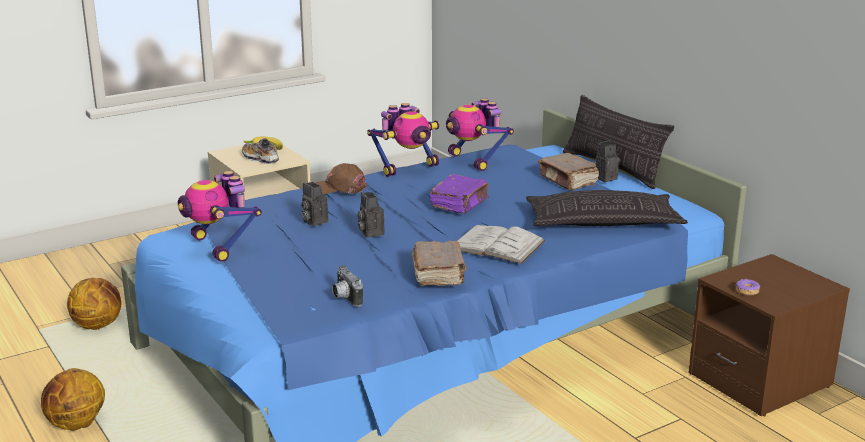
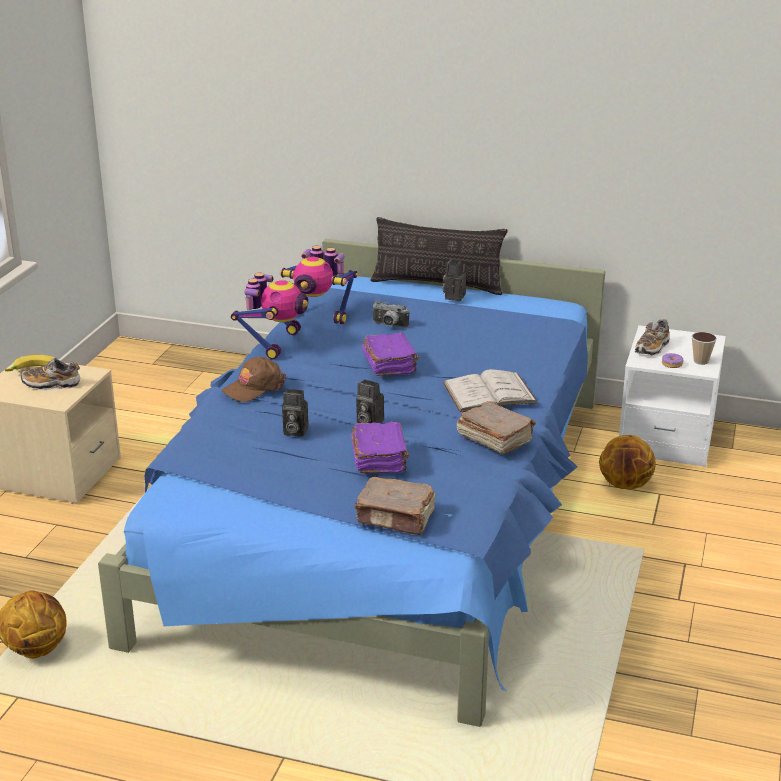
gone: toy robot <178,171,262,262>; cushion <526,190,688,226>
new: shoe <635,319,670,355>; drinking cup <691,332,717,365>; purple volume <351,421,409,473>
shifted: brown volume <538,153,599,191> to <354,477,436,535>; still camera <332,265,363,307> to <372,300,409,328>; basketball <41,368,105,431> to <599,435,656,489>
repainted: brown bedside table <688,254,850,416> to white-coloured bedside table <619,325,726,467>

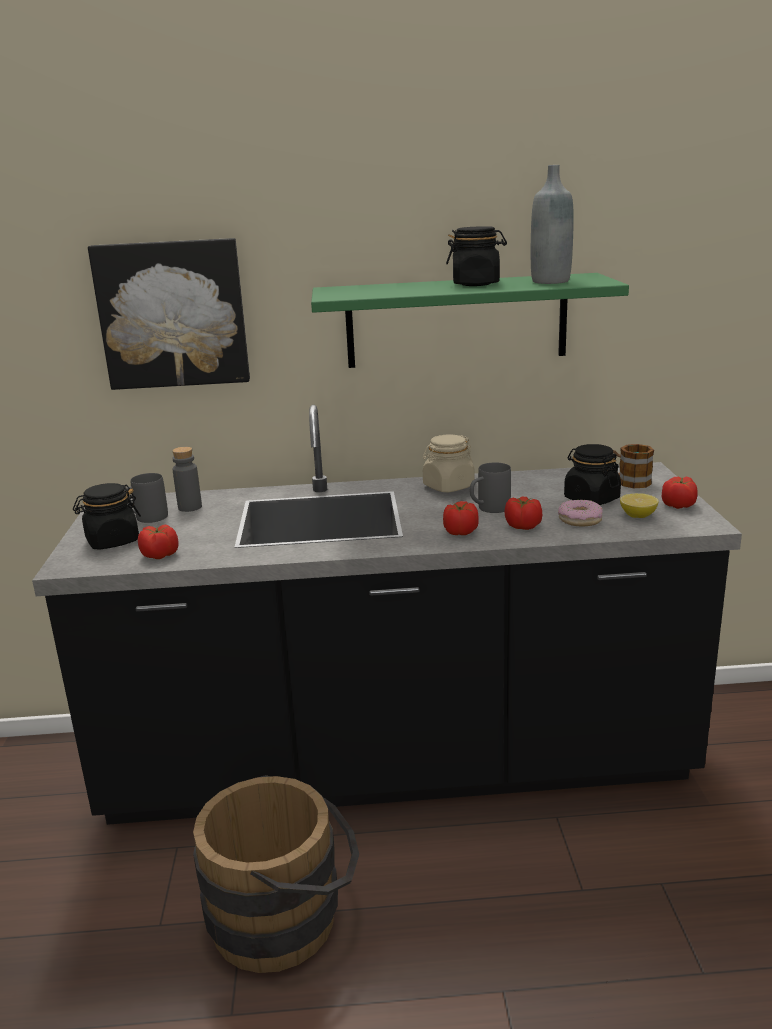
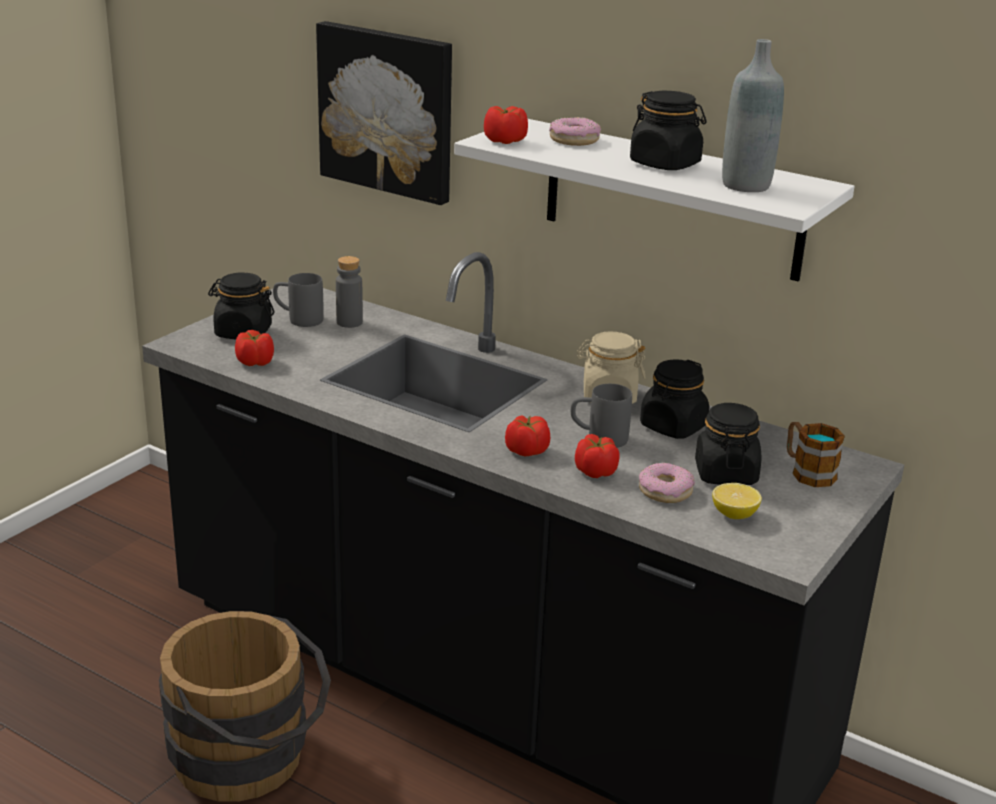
new: doughnut <549,117,601,146>; black-coloured jar <640,359,709,439>
shifted: fresh tomato <662,477,698,509> to <484,106,528,144>
repainted: greenish wall shelf <311,273,629,368> to white-coloured wall shelf <454,119,855,281>

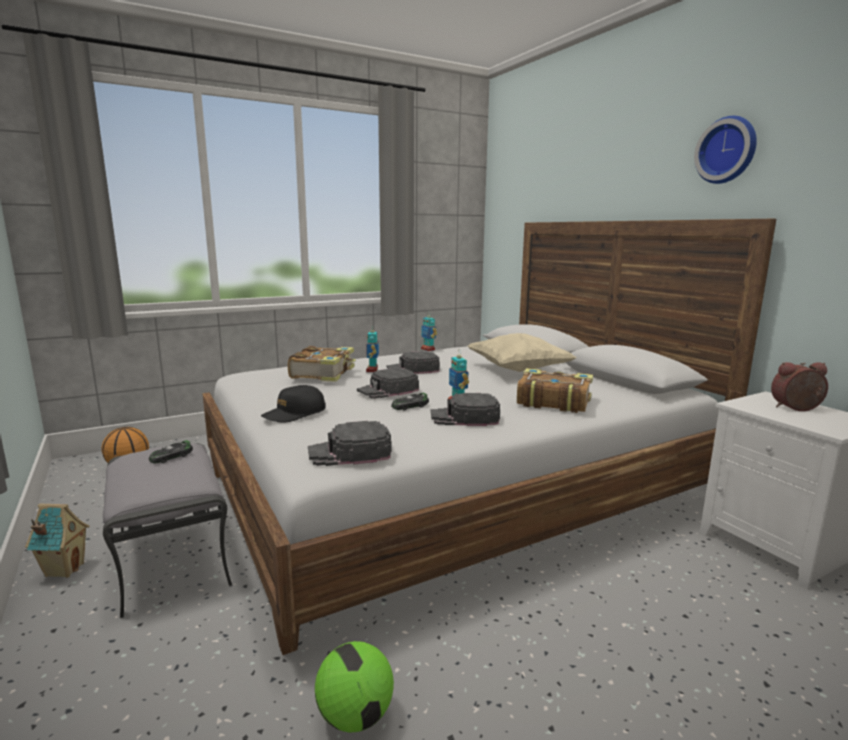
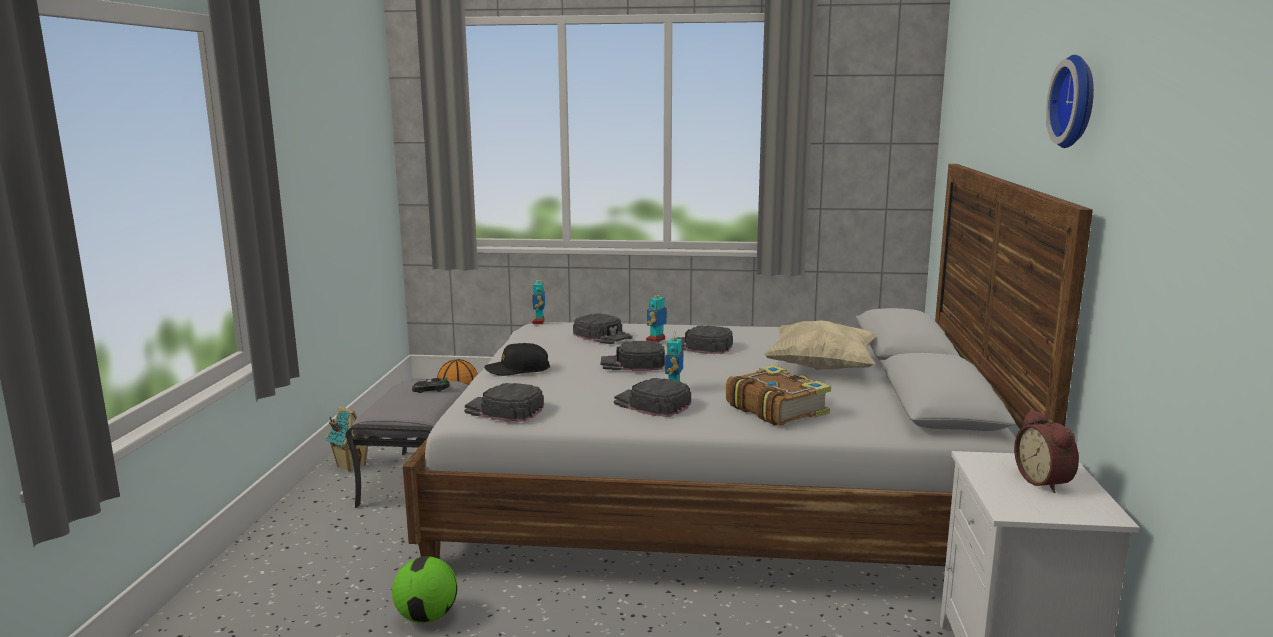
gone: toy car <391,393,429,411>
shifted: toy robot <421,315,437,351> to <532,277,545,324>
swapped: volume <288,346,356,382> to black-coloured peaked cap <573,313,632,344>
rotated: table clock <771,362,828,411> = <1014,410,1079,493> 135 degrees counterclockwise

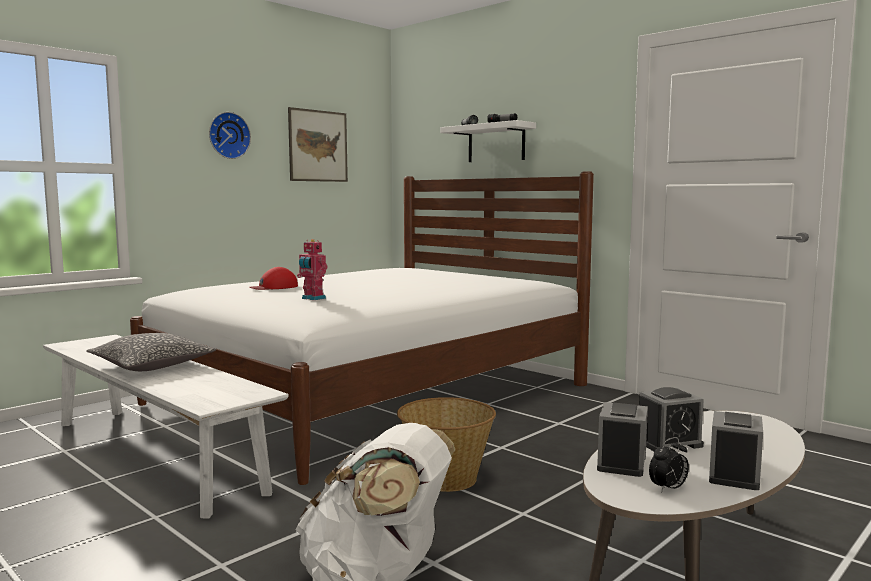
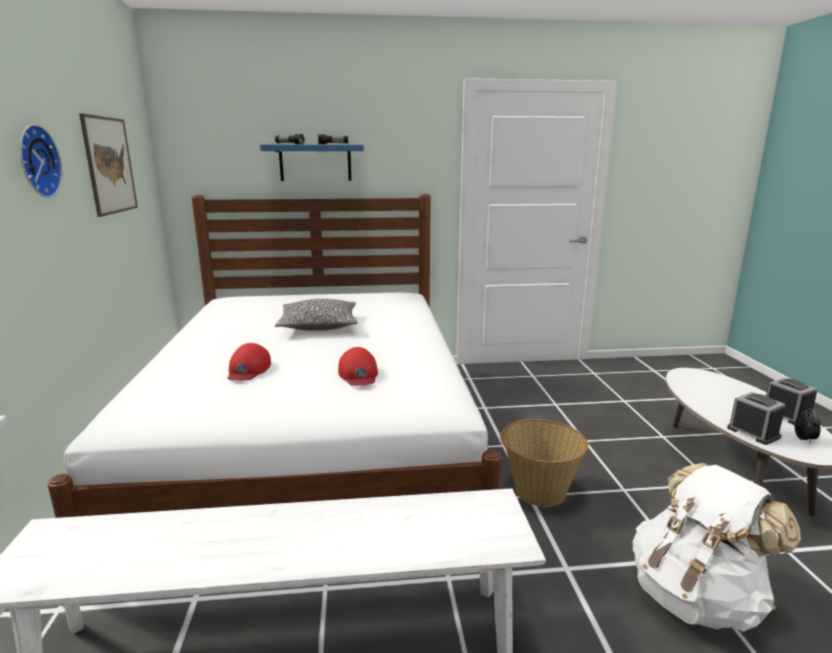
gone: table clock <639,387,704,451>
shifted: cushion <86,333,217,371> to <275,299,358,331>
swapped: toy robot <297,239,327,300> to reddish peaked cap <338,347,378,386>
repainted: white-coloured wall shelf <440,120,536,162> to bluish wall shelf <260,144,364,181>

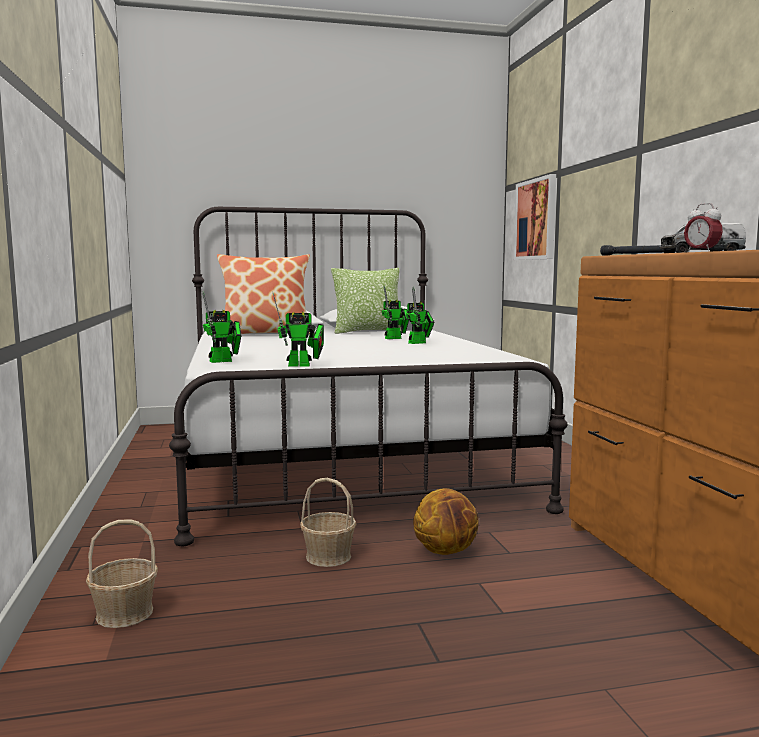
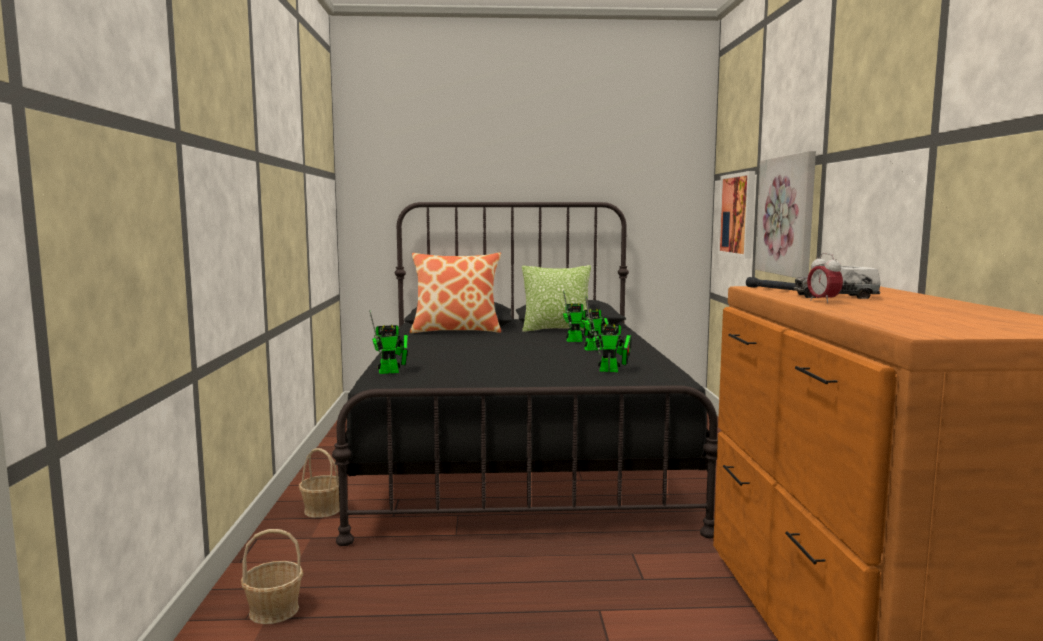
gone: basketball <413,488,479,555>
new: wall picture <755,151,816,278>
shifted: toy robot <273,293,324,367> to <590,310,631,372>; storage basket <300,478,356,567> to <299,448,340,518>
repainted: white-coloured bed <169,207,568,546> to black-coloured bed <332,202,718,546>

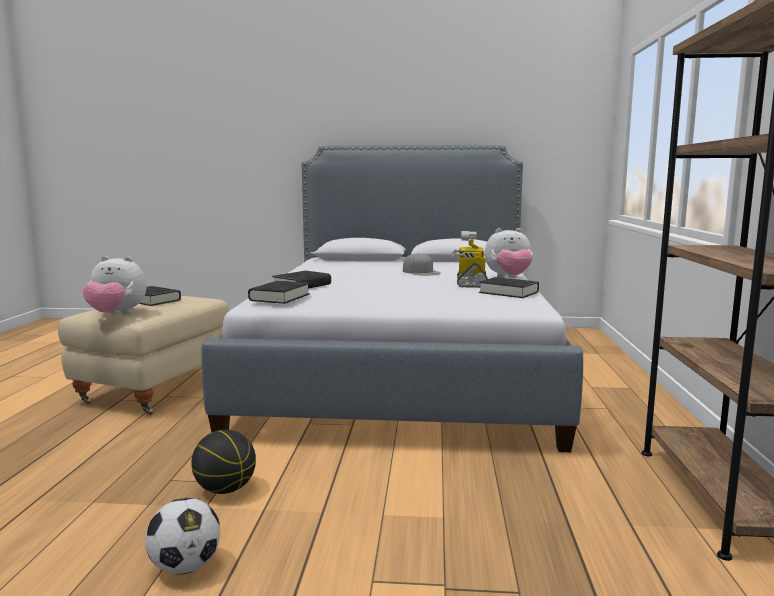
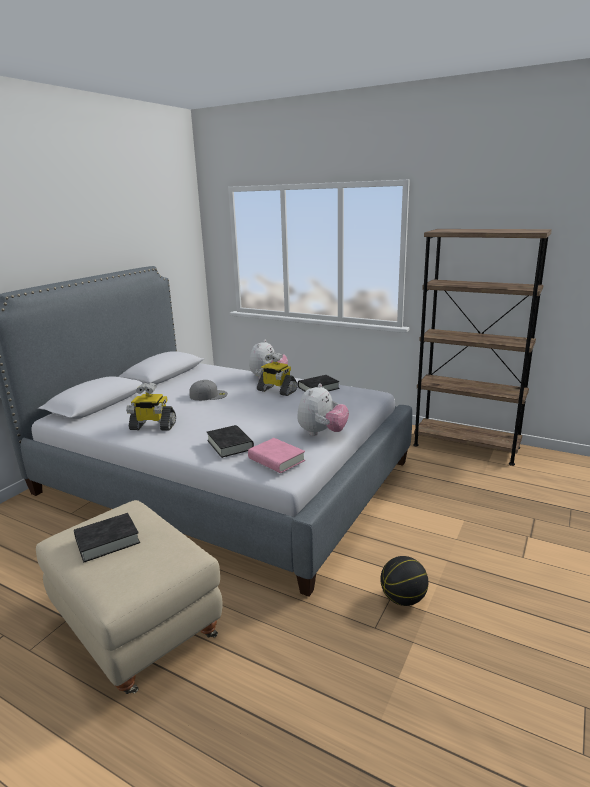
gone: football <145,498,220,575>
new: toy robot <126,382,176,430>
shifted: soft toy <82,256,146,314> to <297,383,349,436>
repainted: black-coloured volume <248,281,310,304> to pinkish volume <248,438,305,473>

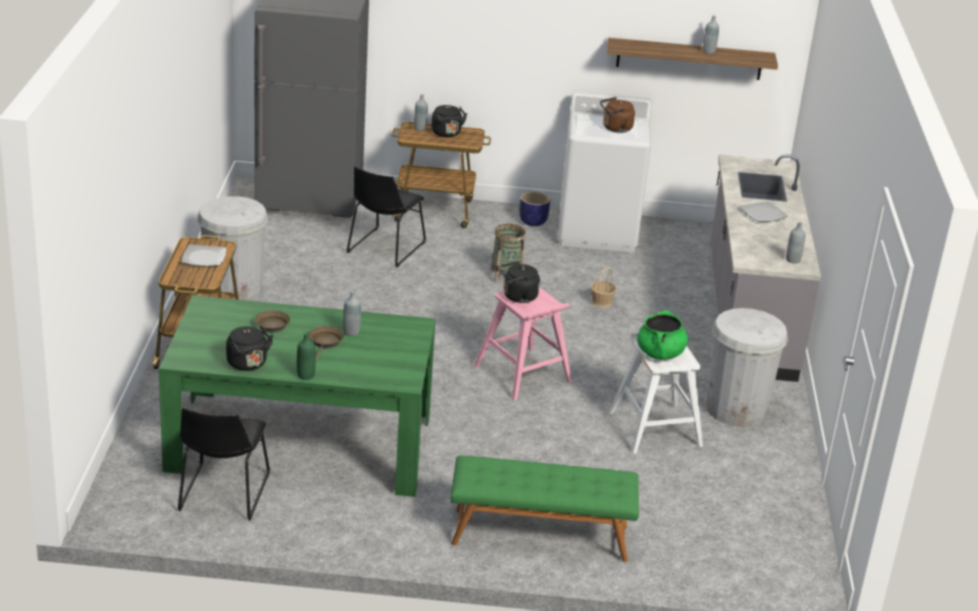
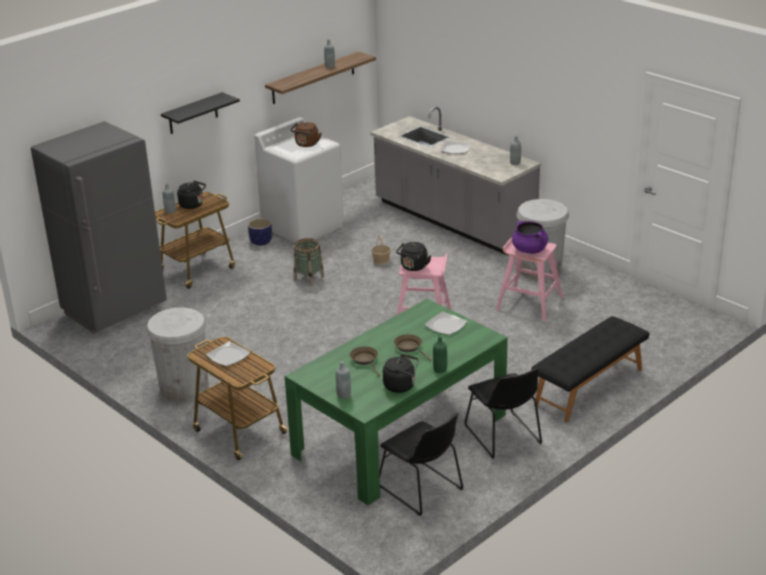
new: black-coloured wall shelf <161,92,240,134>; dinner plate <424,312,468,335>
shifted: black-coloured plain chair <347,167,426,267> to <464,368,542,459>; grey bottle <343,290,361,336> to <336,361,351,399>
repainted: greenish cooking pot <637,310,688,360> to purple cooking pot <512,221,548,254>; white-coloured sitting stool <609,332,703,454> to pinkish sitting stool <496,237,563,321>; greenish long seat <450,455,639,562> to black-coloured long seat <531,316,649,422>

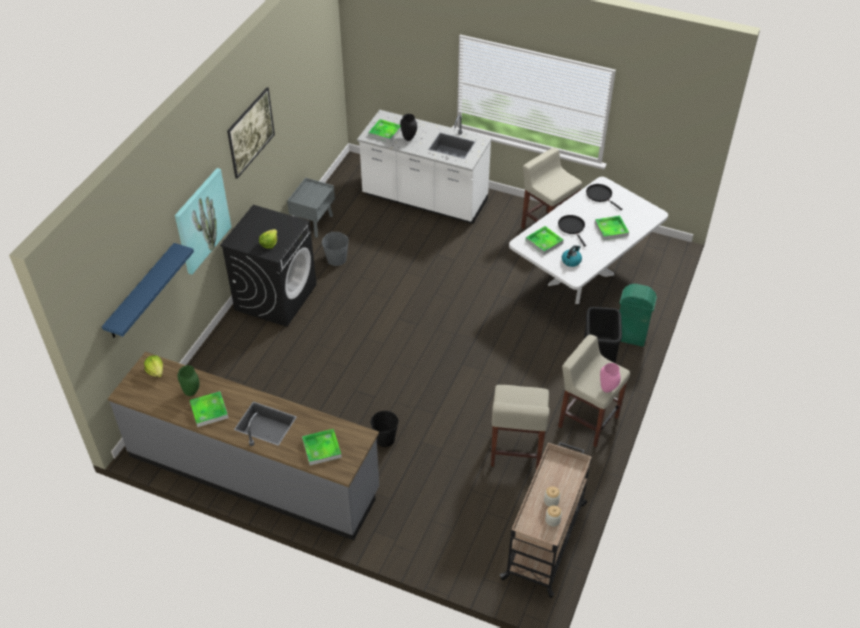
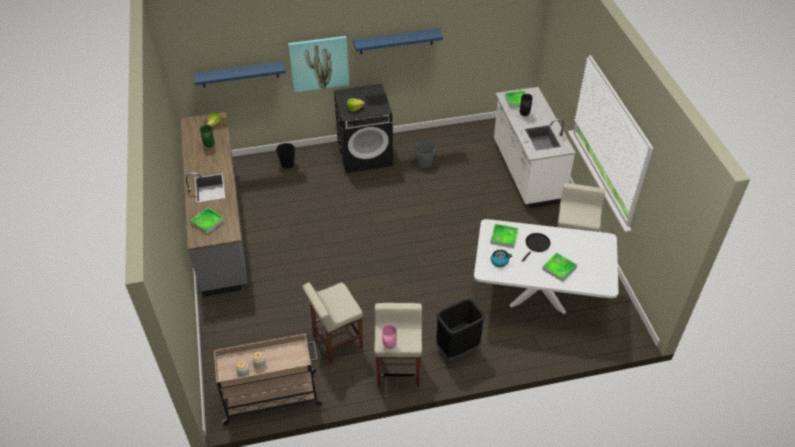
gone: grey bedside table <287,178,335,238>; black-coloured skillet <586,184,623,210>; greenish rubbish bin <619,284,657,347>; serving tray <190,391,228,427>
shifted: black-coloured bucket <370,411,399,447> to <276,143,295,169>
swapped: wall picture <227,87,275,179> to bluish wall shelf <353,29,443,54>

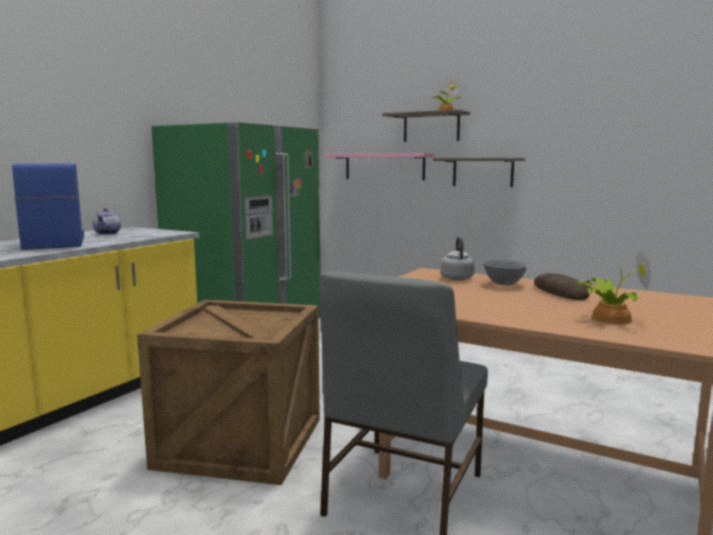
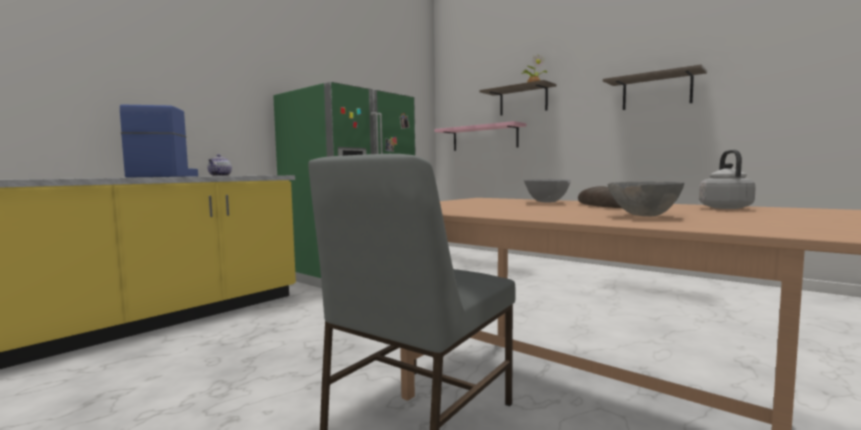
gone: packing crate <137,300,320,485>
shifted: wall shelf <433,158,525,187> to <603,64,707,110>; grey kettle <440,237,475,280> to <699,150,756,209>
swapped: plant in a pot <575,250,652,324> to grey bowl <607,181,684,217>

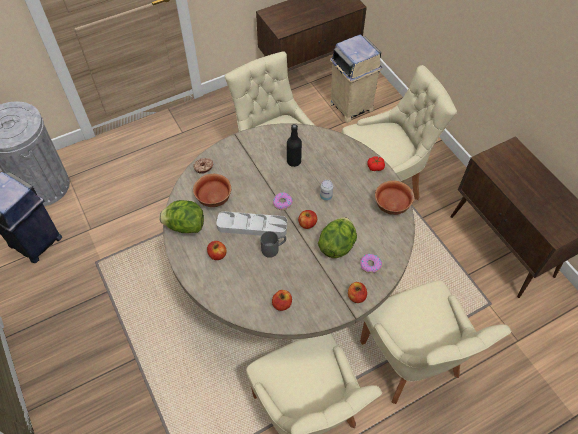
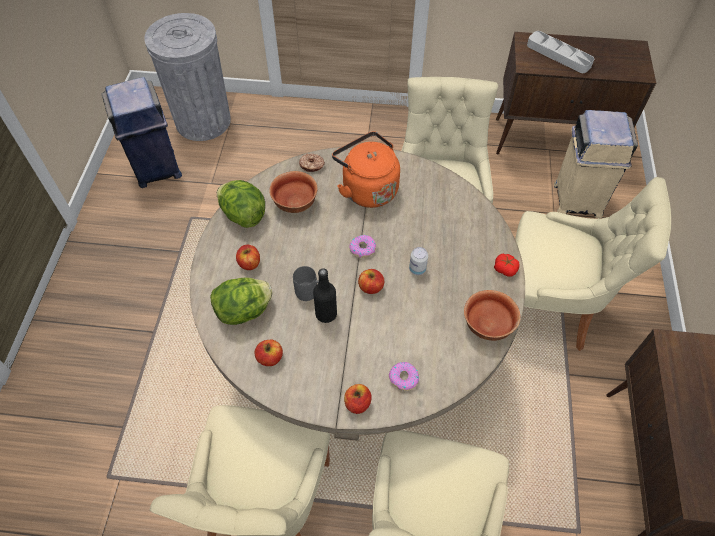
new: orange kettle <332,131,400,208>
shifted: black-coloured bottle <287,124,302,167> to <313,268,337,323>; grey serving tray <216,211,287,237> to <527,31,594,73>; head of lettuce <318,217,357,258> to <210,278,273,325>

